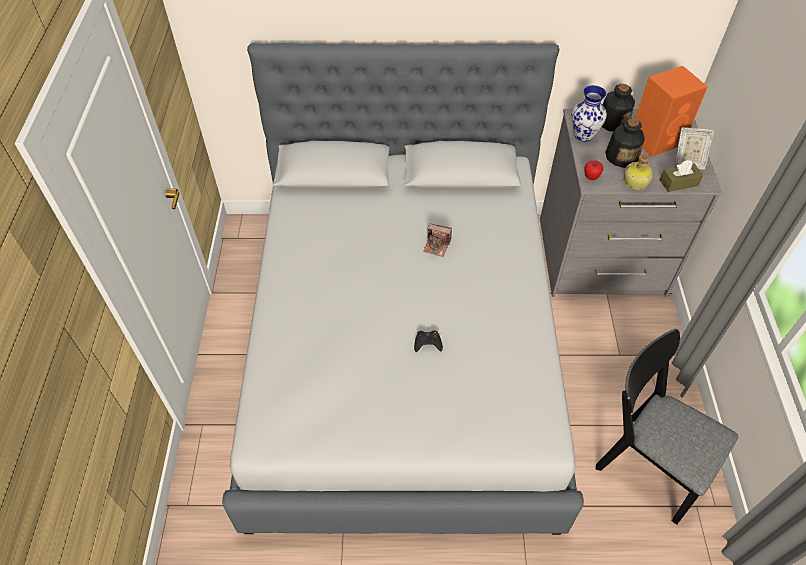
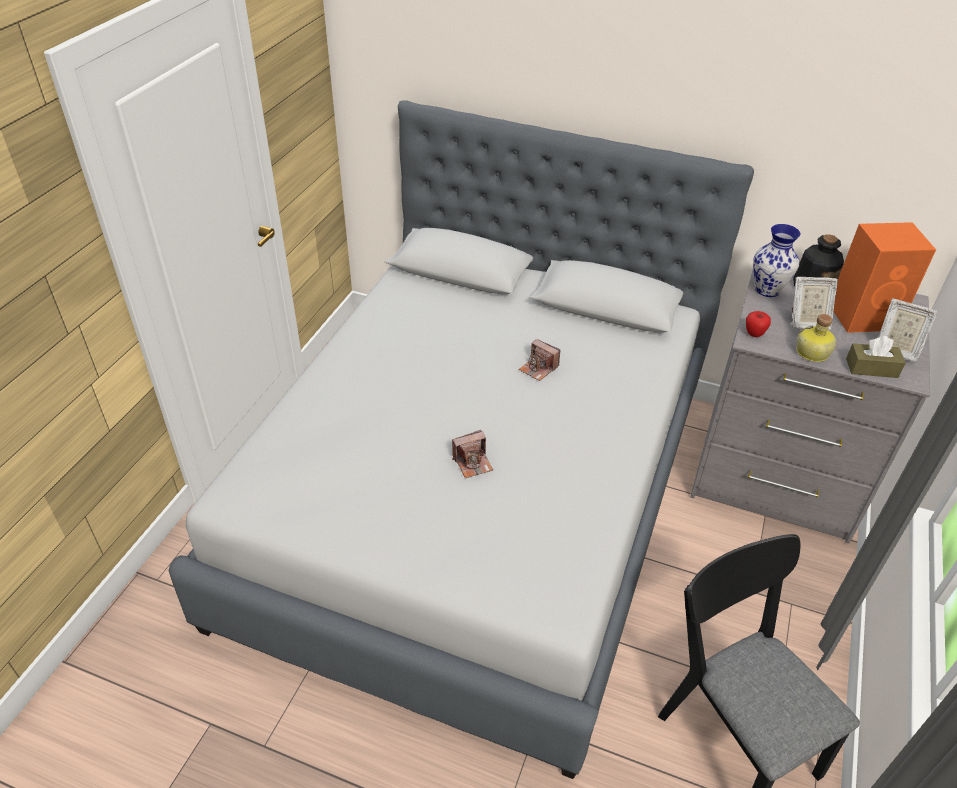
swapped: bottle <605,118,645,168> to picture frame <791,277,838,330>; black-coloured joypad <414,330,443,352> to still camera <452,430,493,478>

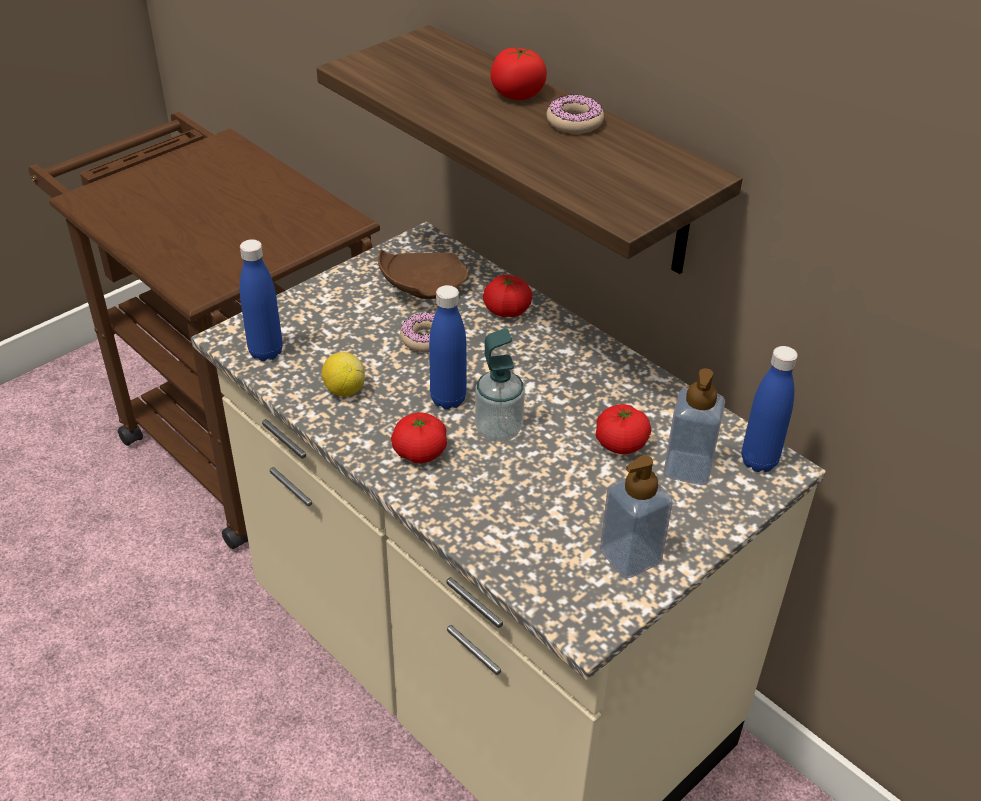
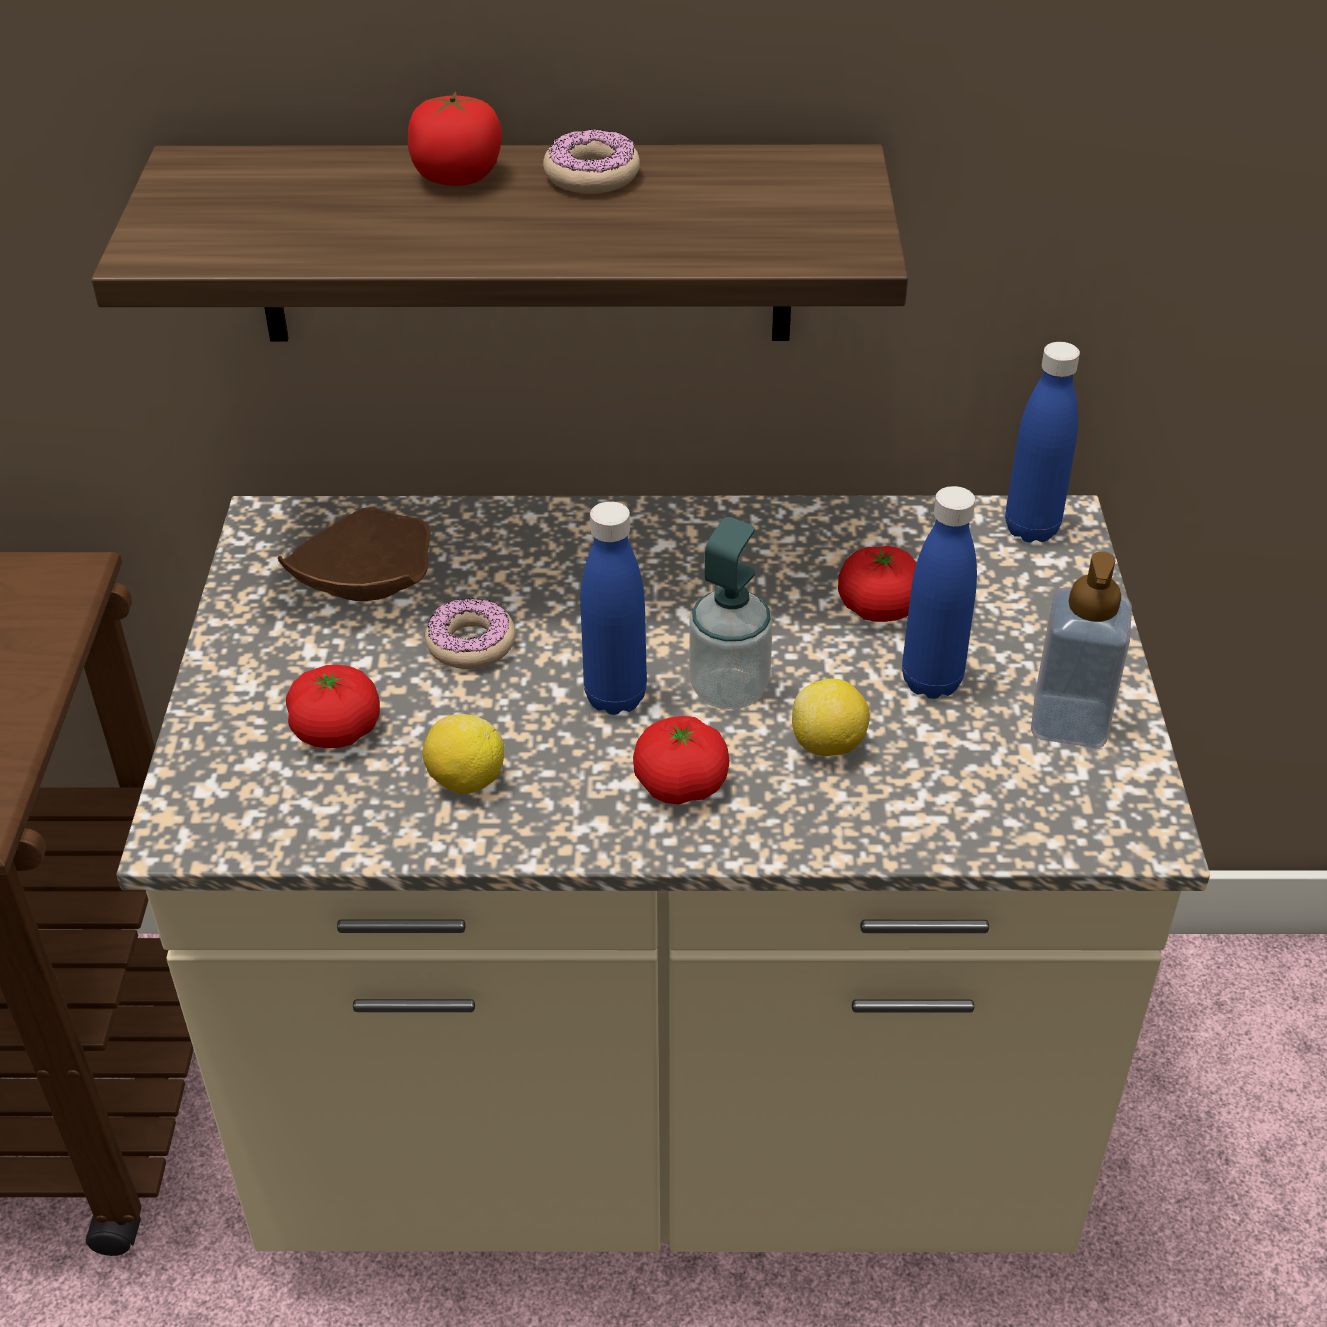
gone: soap dispenser <664,368,725,485>
new: whole lemon <792,678,870,756>
shifted: bluish bottle <240,239,283,361> to <902,486,977,699>; fresh tomato <483,275,532,317> to <286,665,380,748>

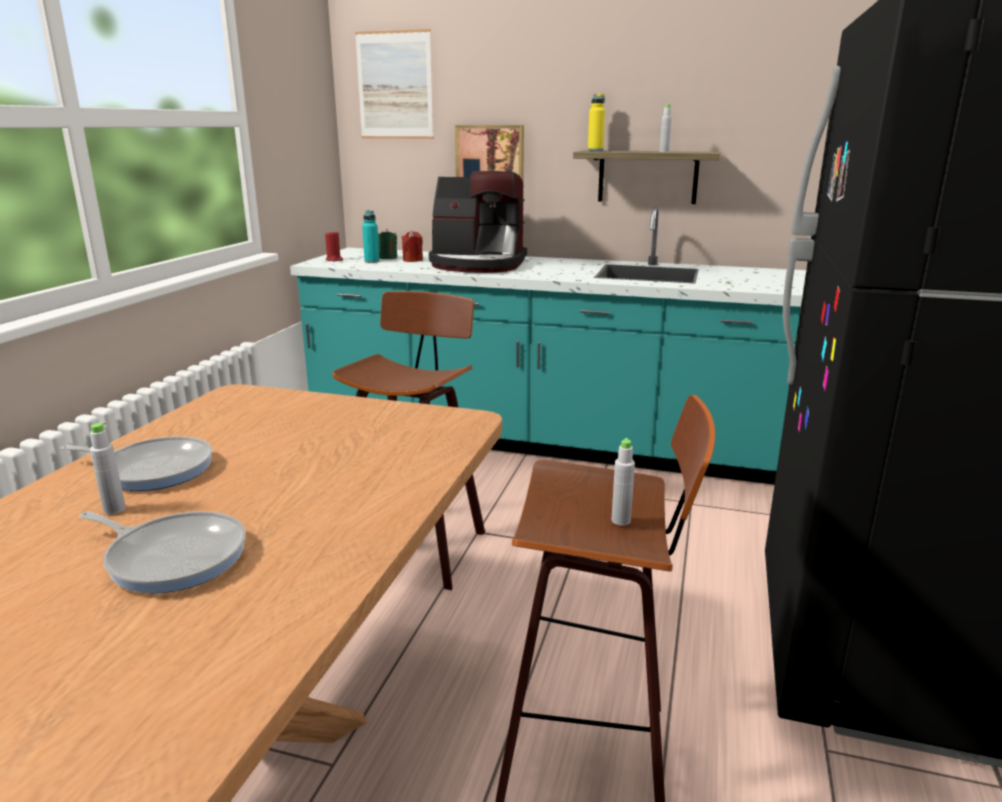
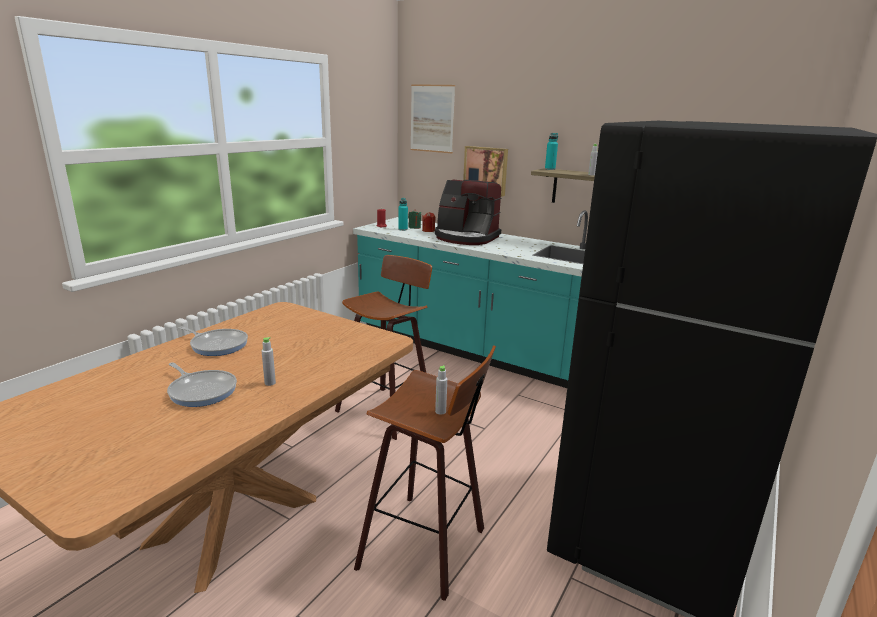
shifted: grey bottle <90,422,126,515> to <261,337,276,386>
repainted: yellow bottle <588,94,605,151> to turquoise-coloured bottle <545,133,558,170>

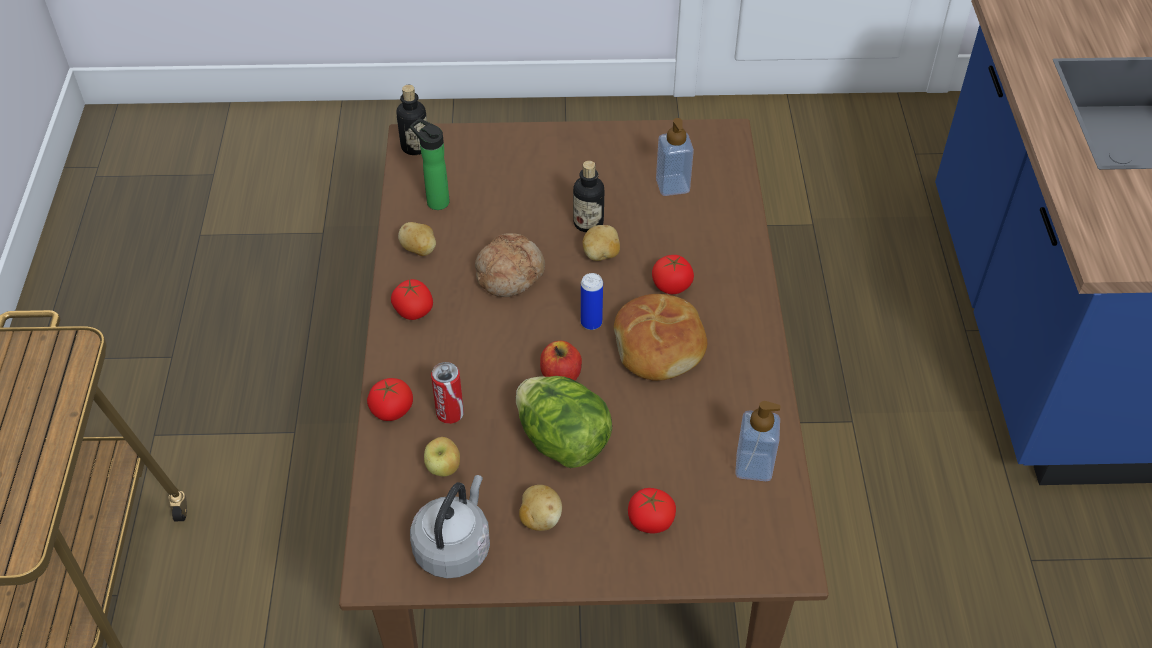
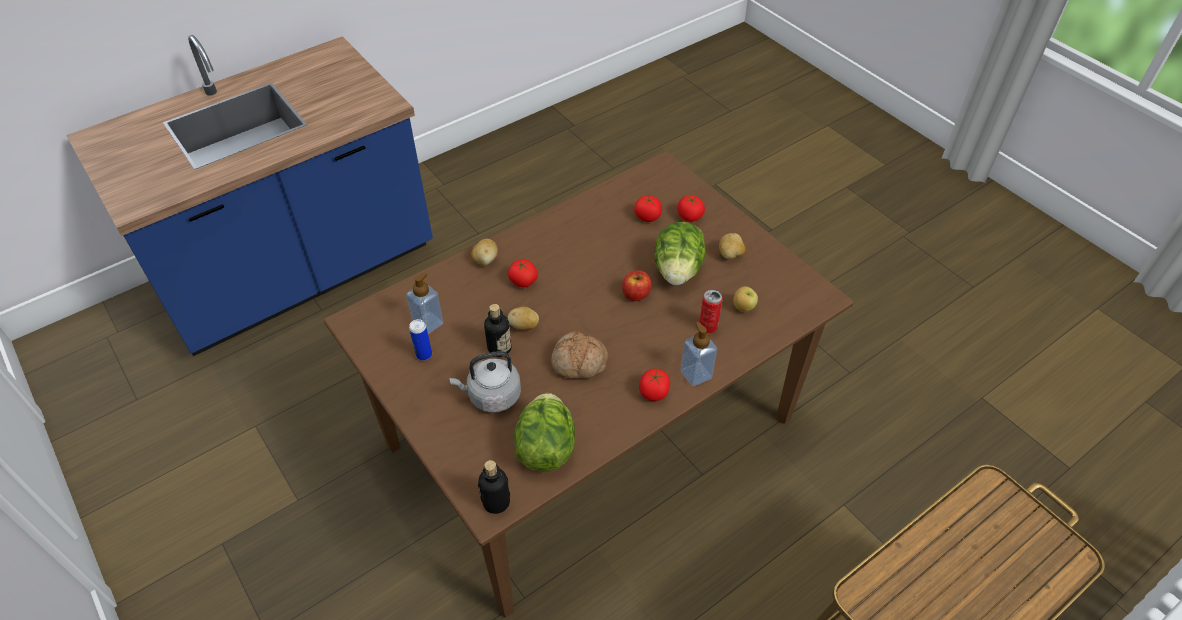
gone: baked bread <614,294,707,381>
shifted: whole potato <398,222,436,256> to <471,239,498,266>; metal can <581,273,603,330> to <409,319,432,361>; fresh tomato <367,378,413,421> to <634,195,662,222>; soap dispenser <735,401,780,481> to <681,322,717,386>; grey kettle <410,475,490,578> to <449,351,521,413>
swapped: bottle <410,118,450,210> to head of lettuce <514,393,575,472>

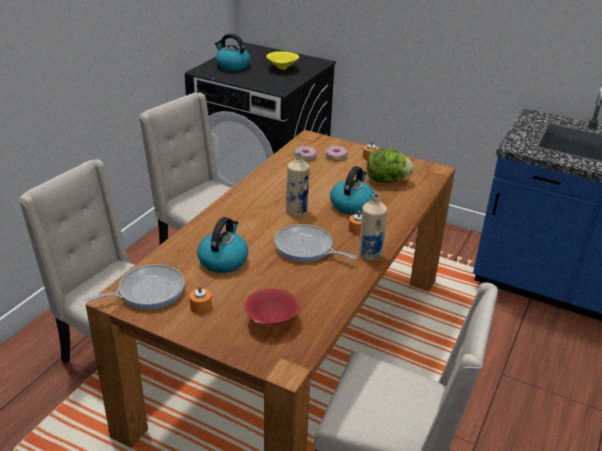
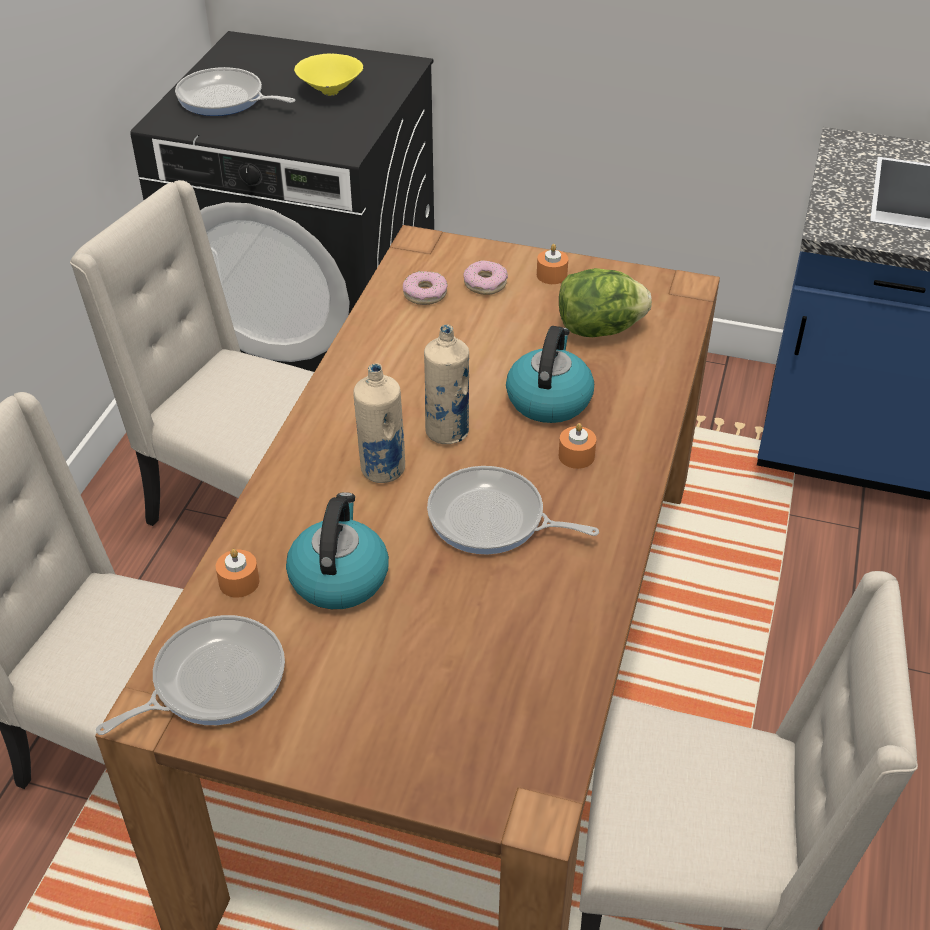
gone: reddish bowl <245,288,300,325>
shifted: sand-coloured bottle <359,193,387,261> to <353,363,405,483>; orange candle <189,285,212,313> to <216,549,259,598>
swapped: kettle <215,33,250,71> to skillet <175,67,295,116>

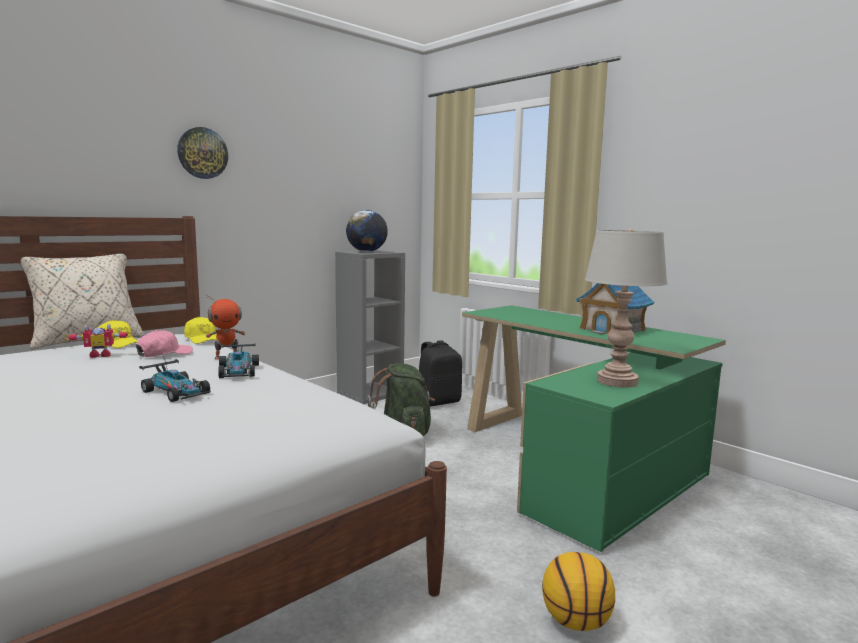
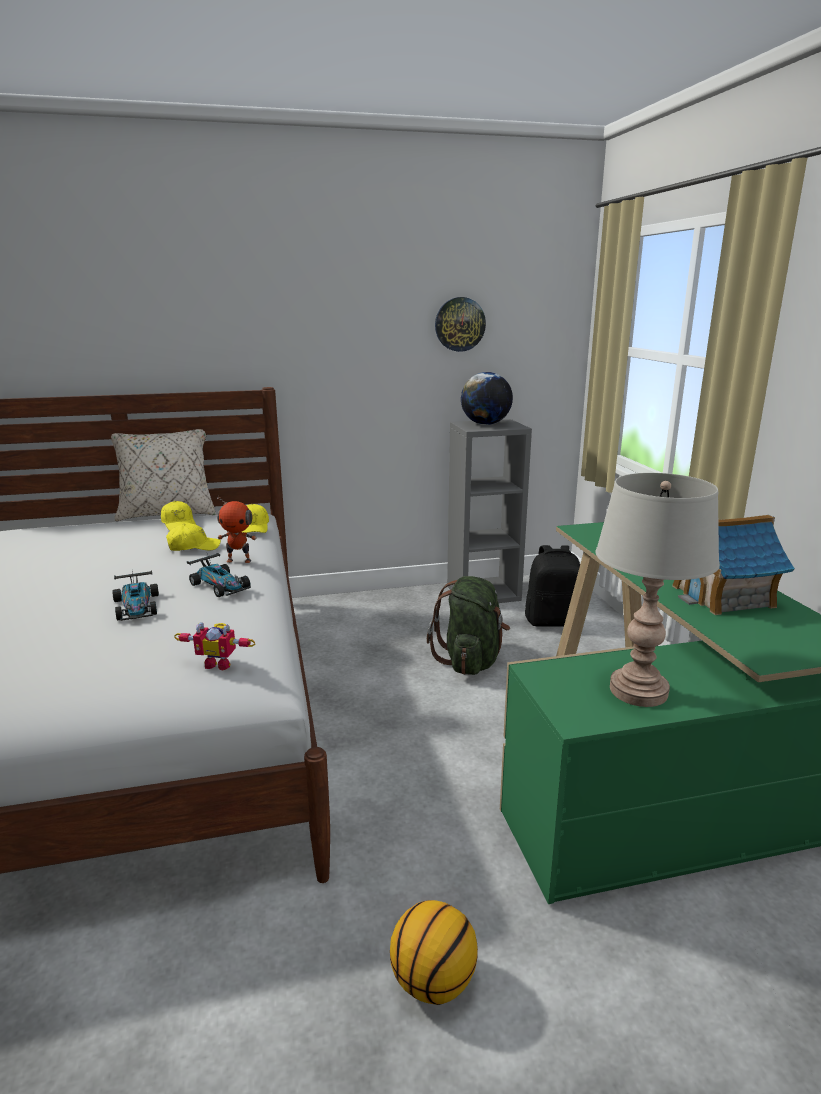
shifted: wall clock <177,127,228,179> to <435,297,486,352>; toy robot <64,324,132,358> to <174,622,255,670>
repainted: pinkish peaked cap <136,330,193,357> to yellow peaked cap <166,523,221,551>
rotated: toy car <218,344,259,378> = <186,553,251,597> 60 degrees counterclockwise

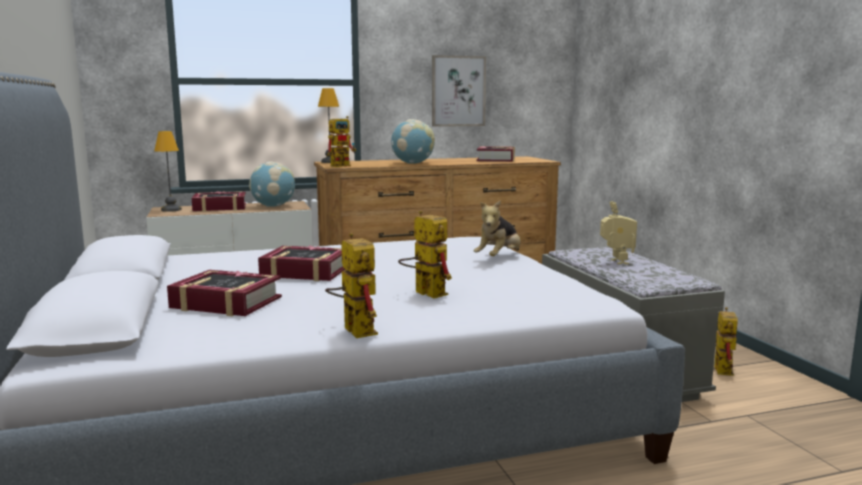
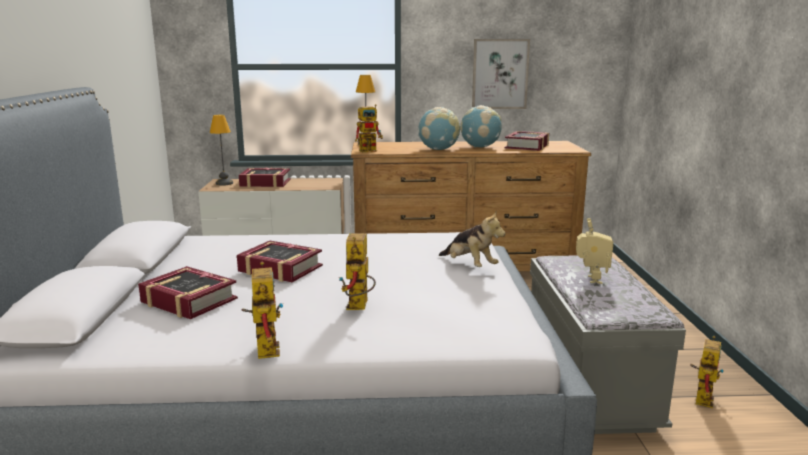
shifted: globe <249,161,295,207> to <460,105,502,147>
rotated: soft toy <473,200,521,256> = <439,212,506,267> 90 degrees counterclockwise; toy robot <398,210,452,298> = <339,233,376,310> 150 degrees counterclockwise

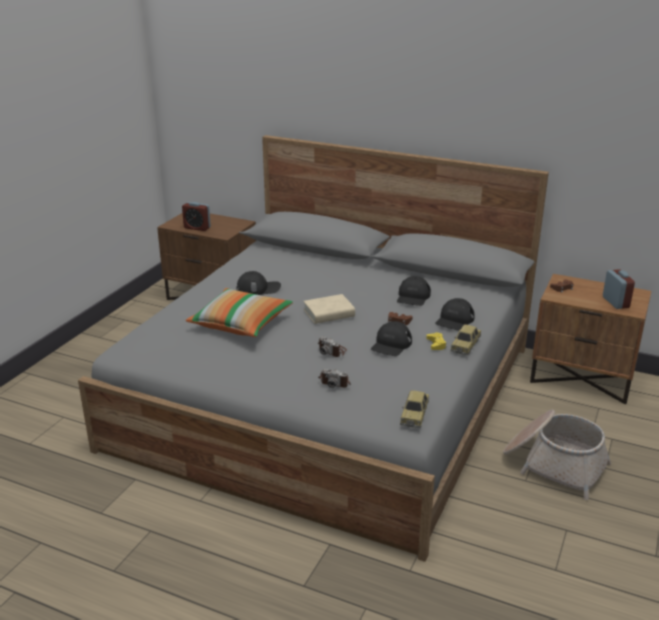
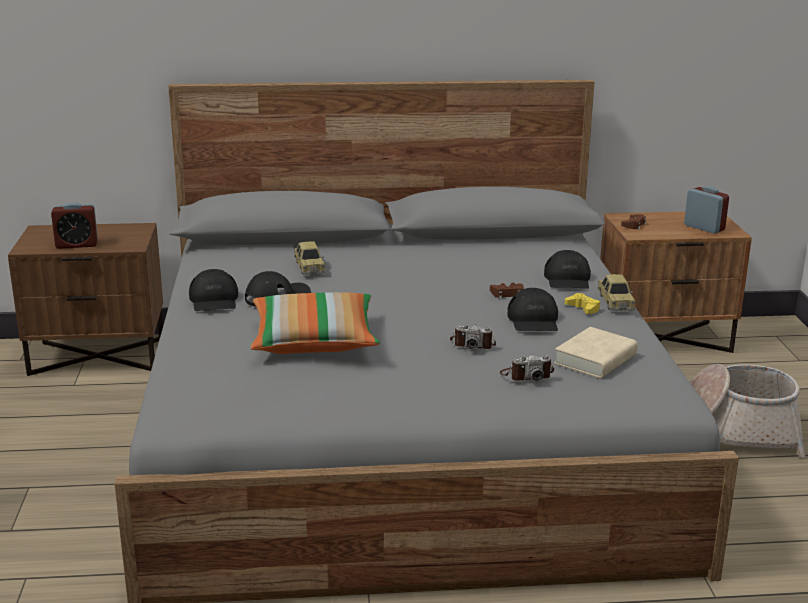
shifted: black-coloured peaked cap <397,276,431,306> to <189,269,238,311>; sand-coloured volume <304,294,355,324> to <554,327,638,378>; toy car <400,390,429,428> to <294,241,325,275>

